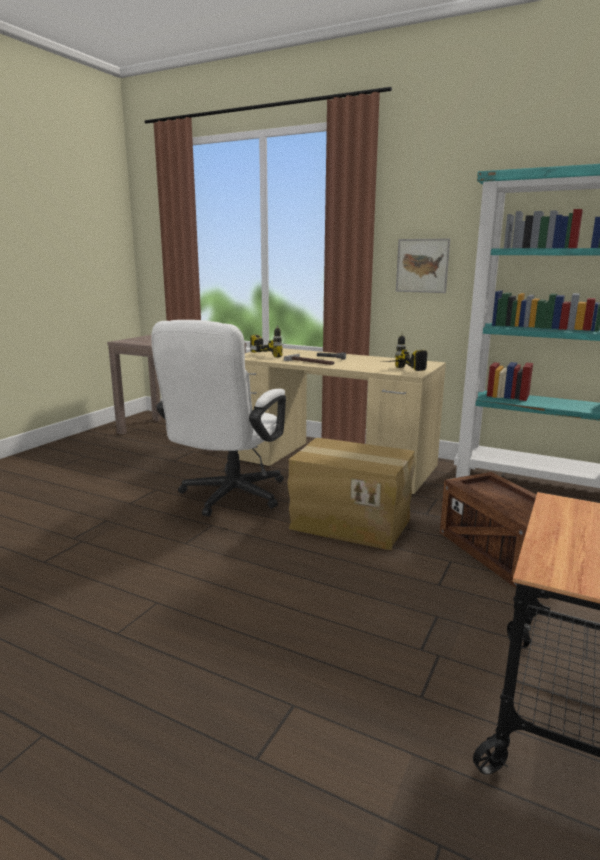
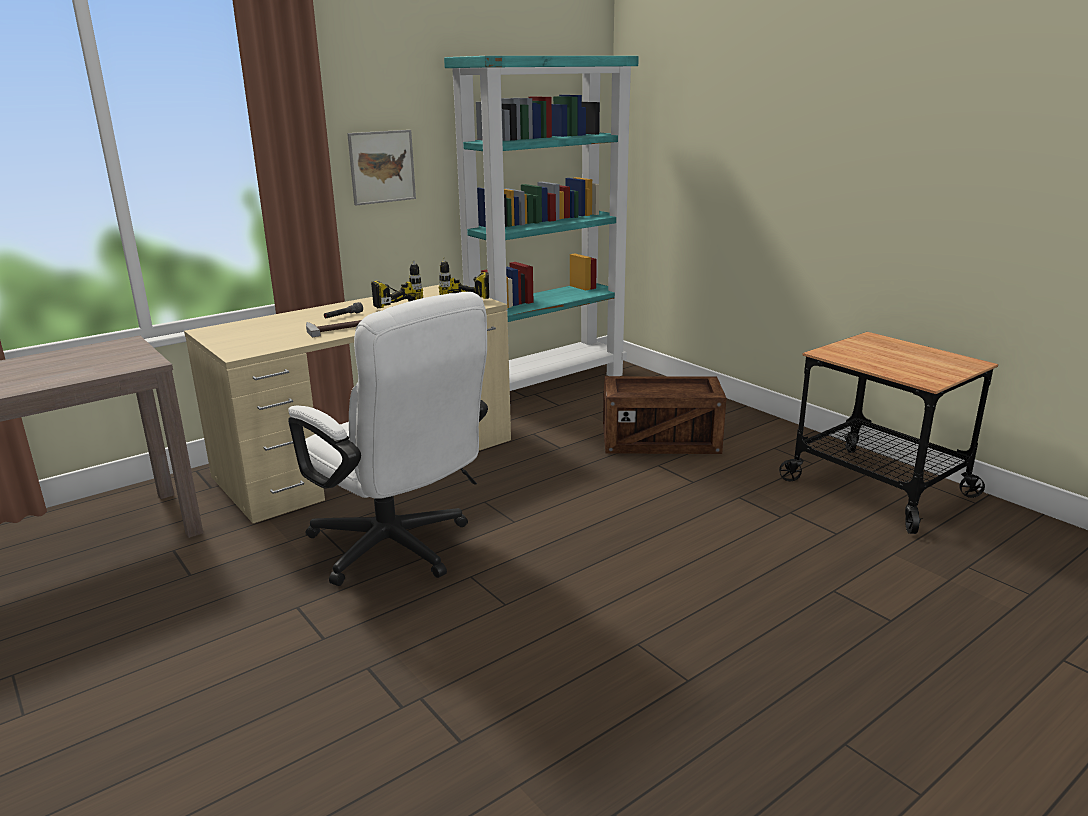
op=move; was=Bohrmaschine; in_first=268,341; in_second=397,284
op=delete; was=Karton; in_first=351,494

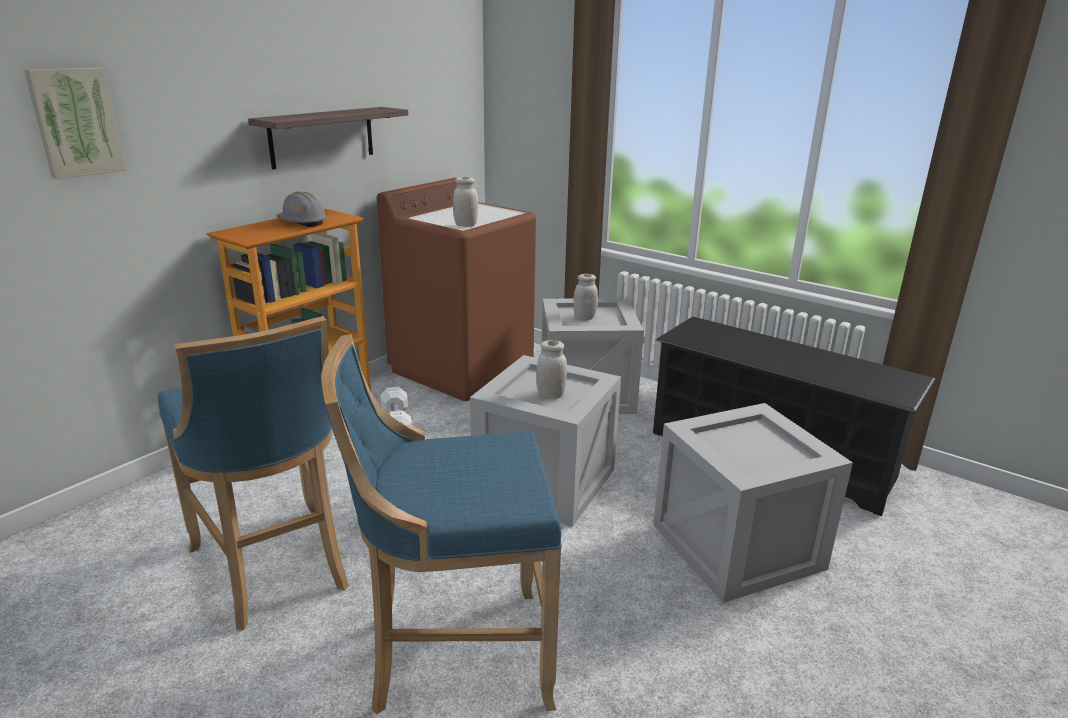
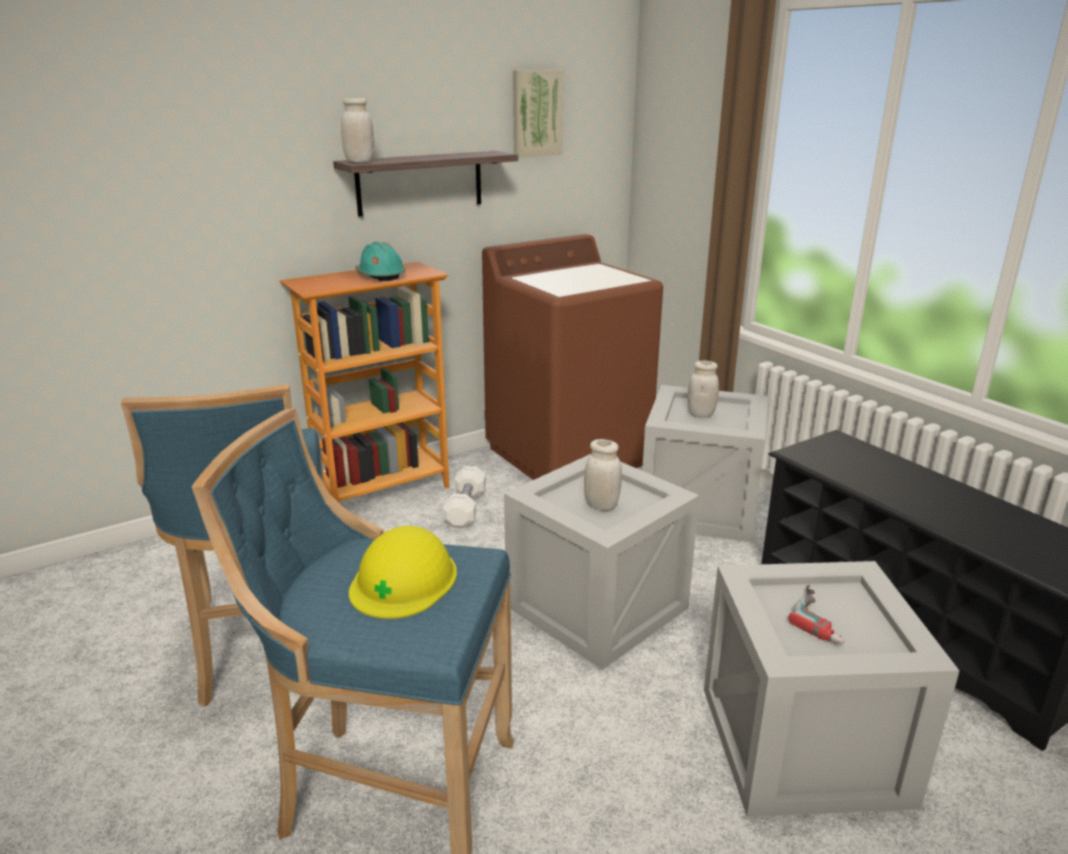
op=move; was=Bild; in_first=75,123; in_second=538,113
op=recolor; was=Schutzhelm [grau]; now=Schutzhelm [türkis]; in_first=302,209; in_second=380,261
op=move; was=Vorratsglas [weiß]; in_first=465,202; in_second=357,130
op=insert; now=Schutzhelm [gelb]; in_second=403,572
op=insert; now=Bohrmaschine; in_second=816,614

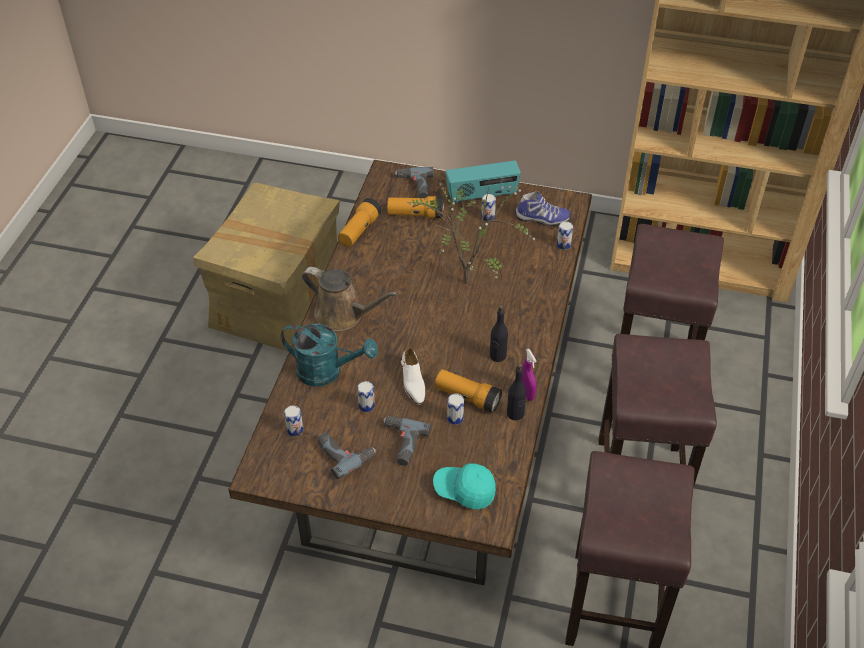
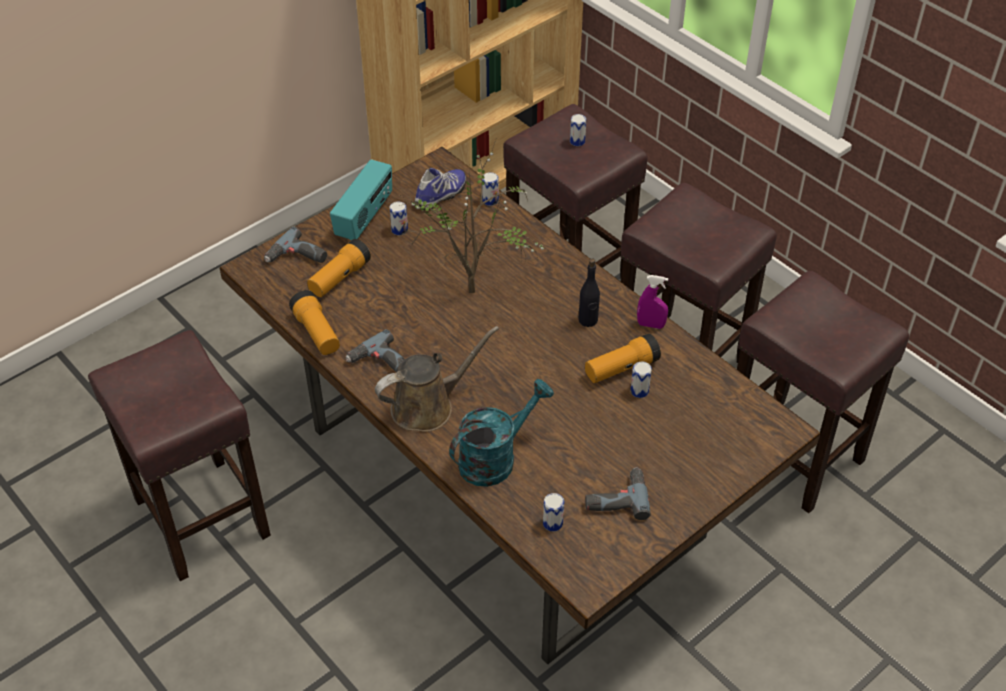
op=replace; was=Karton; now=Hocker [braun]; in_first=266,267; in_second=179,455
op=move; was=Dose; in_first=366,396; in_second=578,130
op=move; was=Bohrmaschine; in_first=407,441; in_second=375,350
op=delete; was=Schuh [weiß]; in_first=413,376
op=delete; was=Kappe [türkis]; in_first=464,486
op=delete; was=Flasche [schwarz]; in_first=516,391

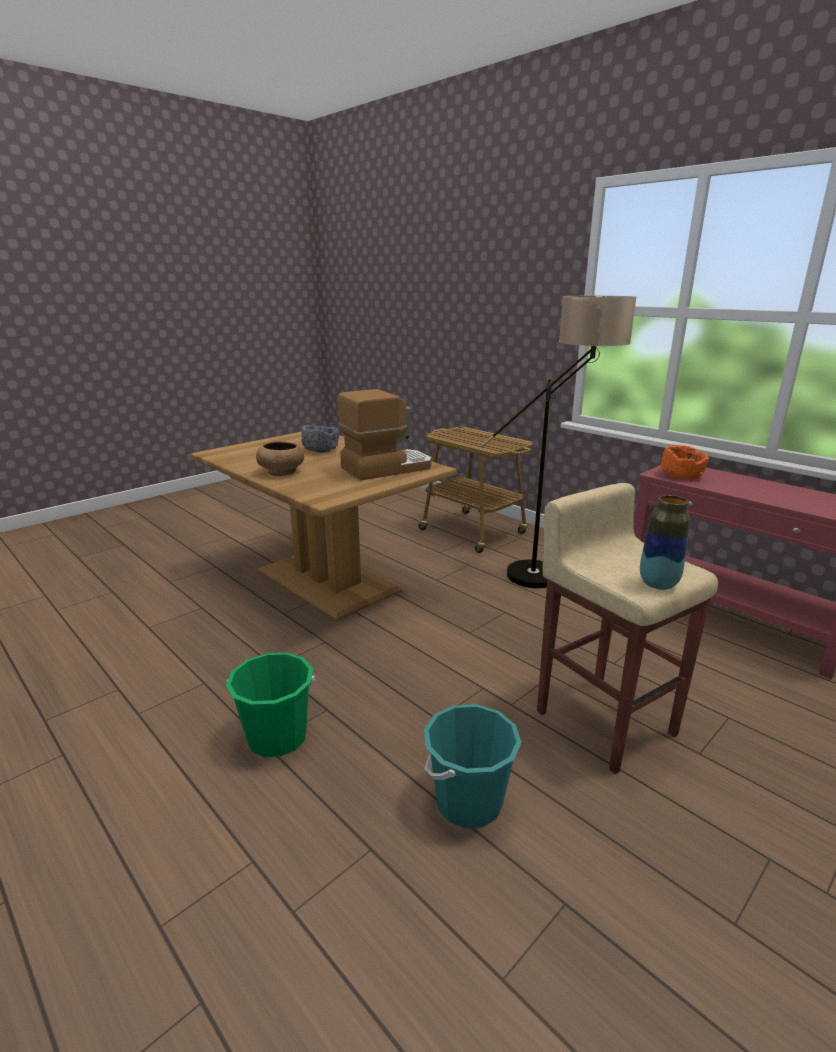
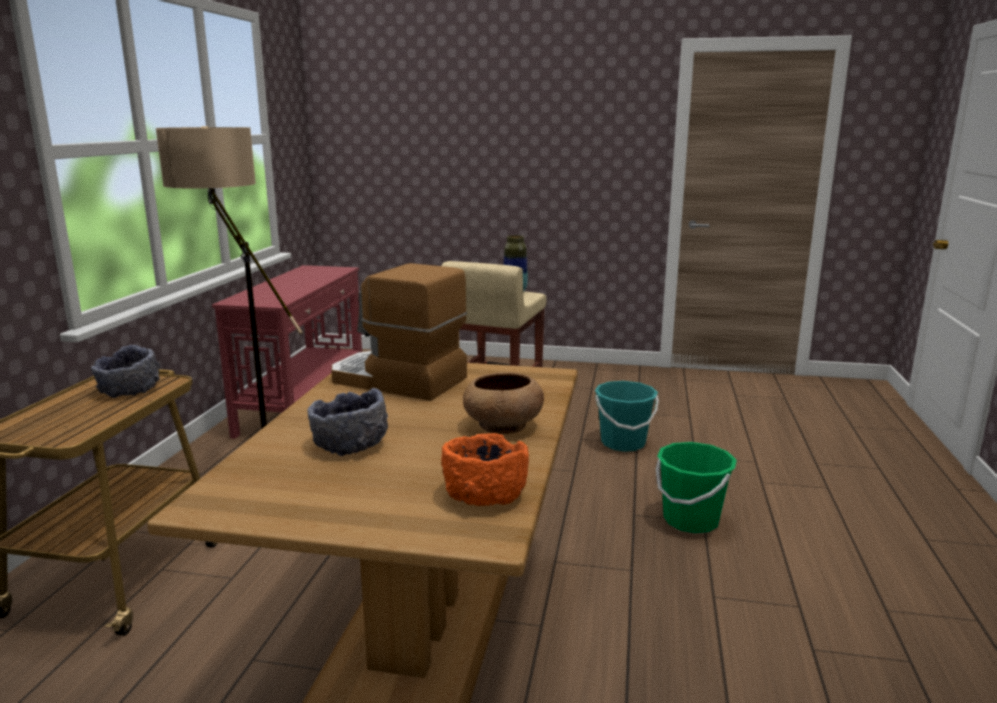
op=move; was=Schüssel [orange]; in_first=685,462; in_second=485,469
op=insert; now=Schüssel [grau]; in_second=125,371

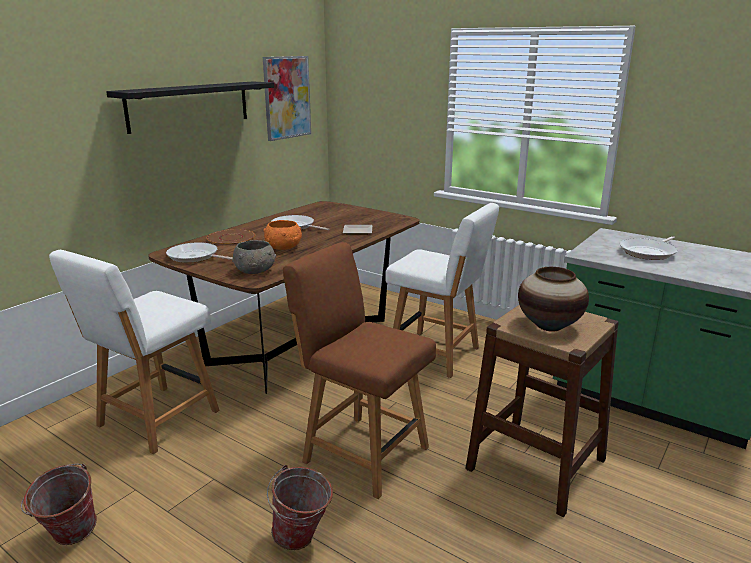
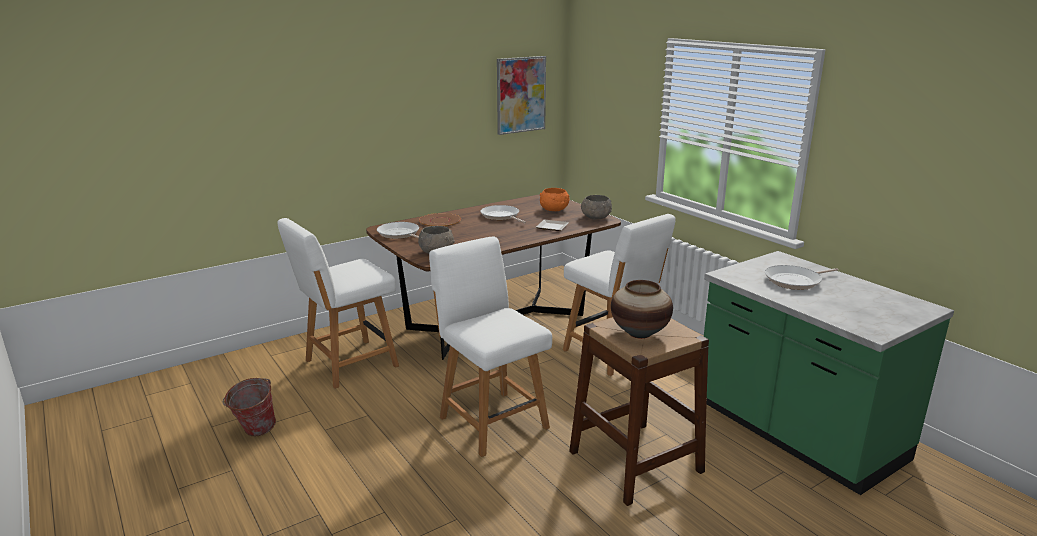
op=delete; was=Wandregal [schwarz]; in_first=190,107
op=move; was=Schüssel [orange]; in_first=282,235; in_second=554,199
op=delete; was=Eimer; in_first=300,507
op=recolor; was=Stuhl [braun]; now=Stuhl [weiß]; in_first=359,370; in_second=490,347
op=insert; now=Schüssel [grau]; in_second=596,207

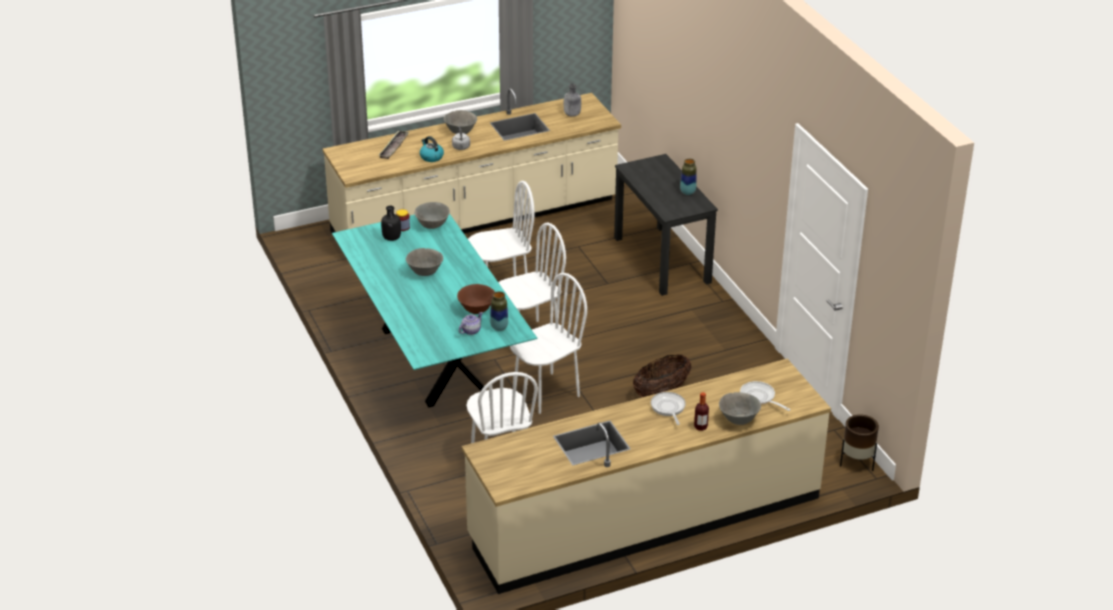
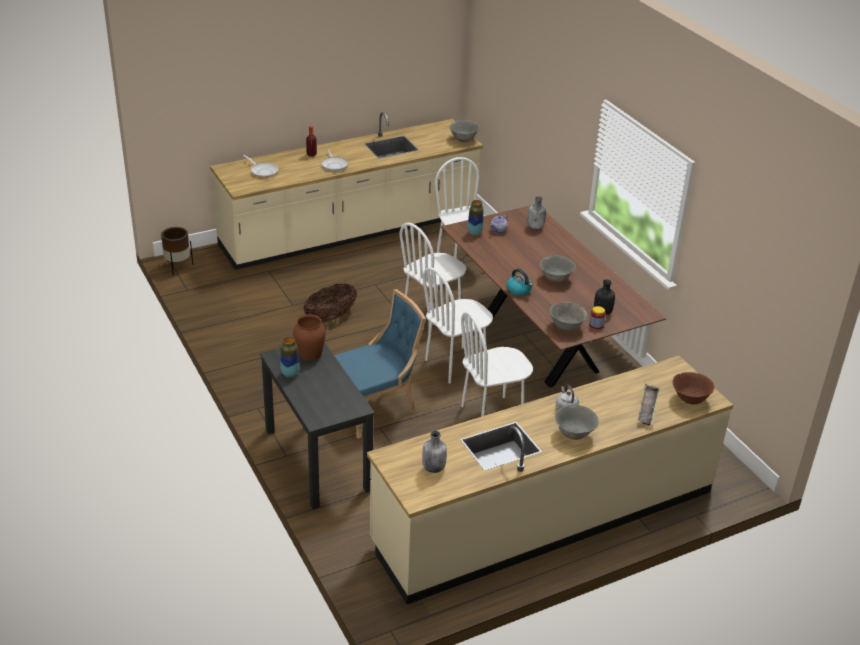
op=recolor; was=Esstisch [türkis]; now=Esstisch [braun]; in_first=434,310; in_second=553,296
op=move; was=Wasserkessel; in_first=432,149; in_second=520,282
op=move; was=Schüssel [braun]; in_first=476,299; in_second=693,388
op=move; was=Schüssel [grau]; in_first=740,408; in_second=464,131
op=insert; now=Vase [braun]; in_second=309,337
op=insert; now=Stuhl [blau]; in_second=380,364
op=insert; now=Flasche [grau]; in_second=537,212

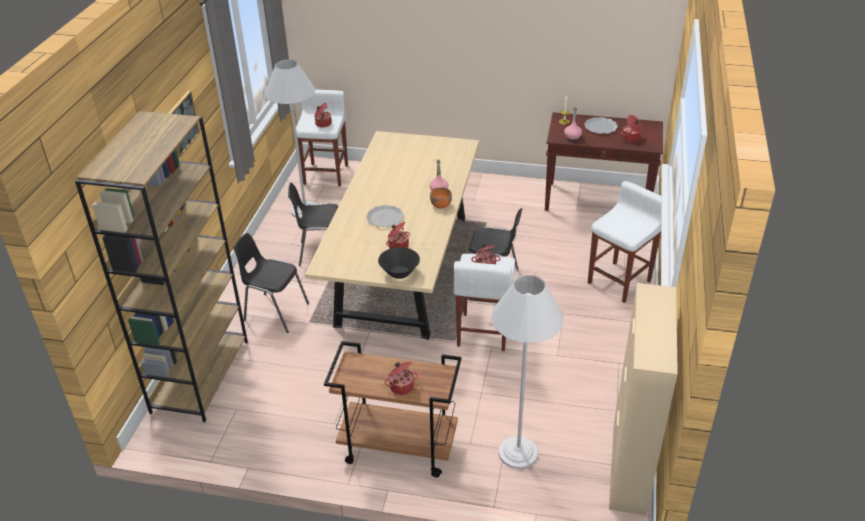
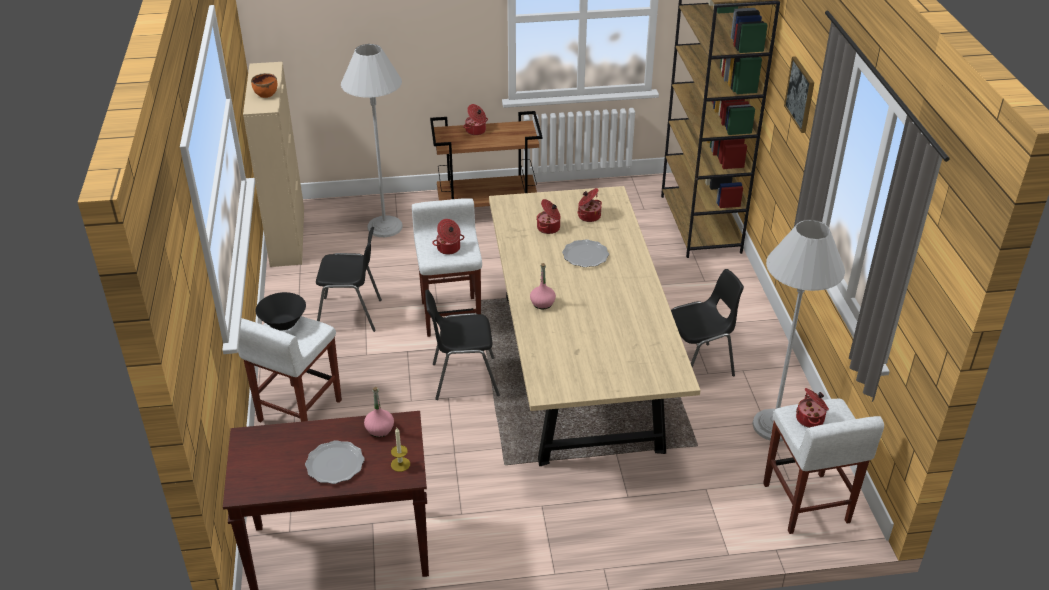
op=move; was=Stuhl [schwarz]; in_first=271,283; in_second=349,279
op=move; was=Schüssel [schwarz]; in_first=399,263; in_second=280,311
op=move; was=Schüssel [orange]; in_first=441,198; in_second=264,85
op=move; was=Kochtopf; in_first=632,128; in_second=589,205

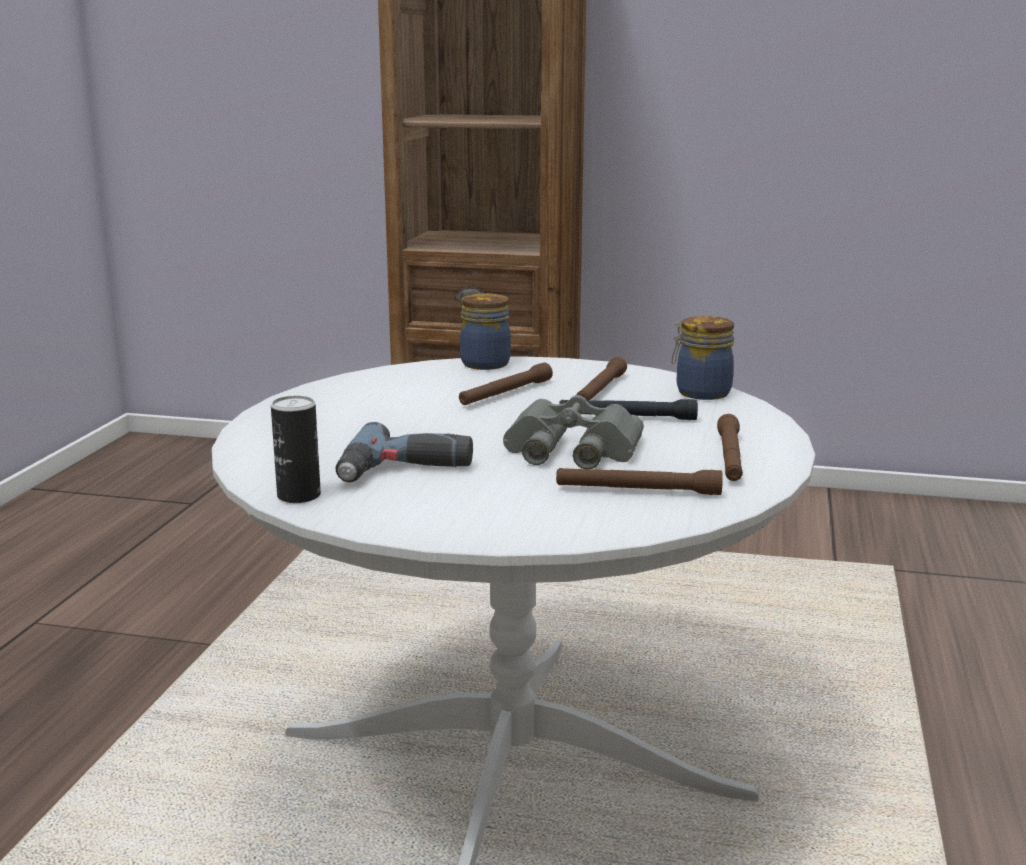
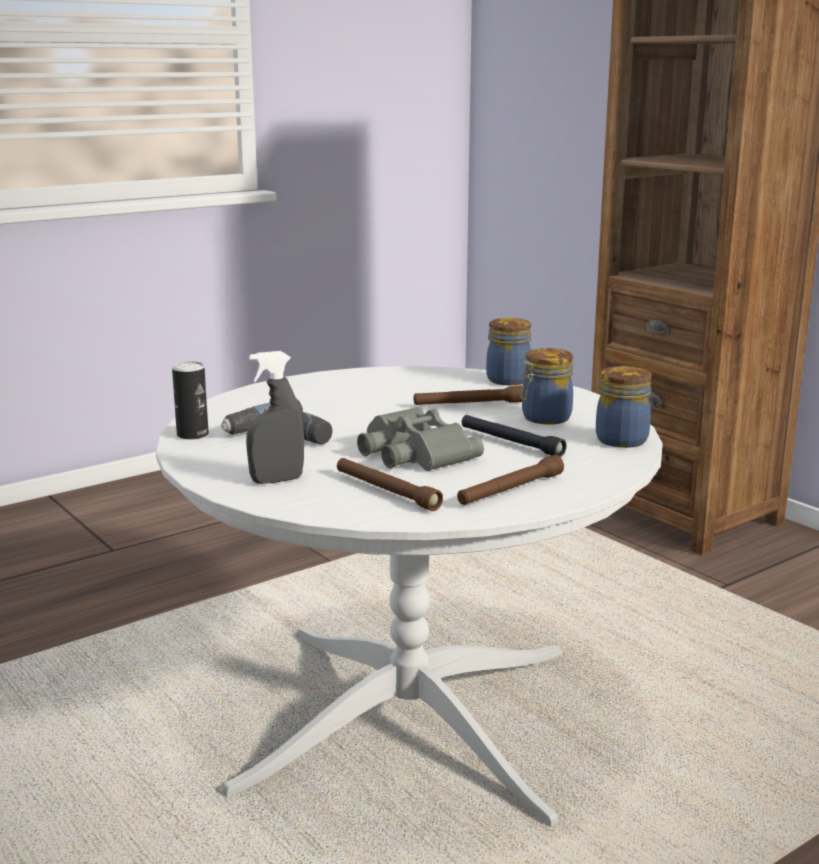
op=replace; was=Taschenlampe [braun]; now=Vorratsglas; in_first=601,378; in_second=546,386
op=insert; now=Sprühflasche [grau]; in_second=275,417

